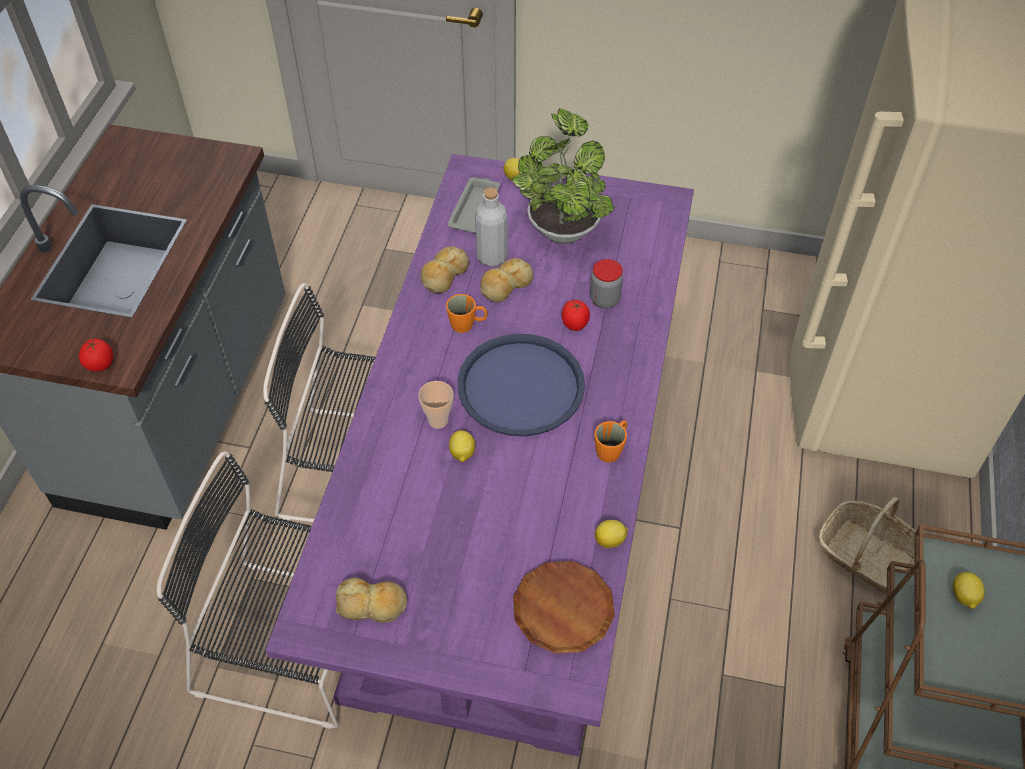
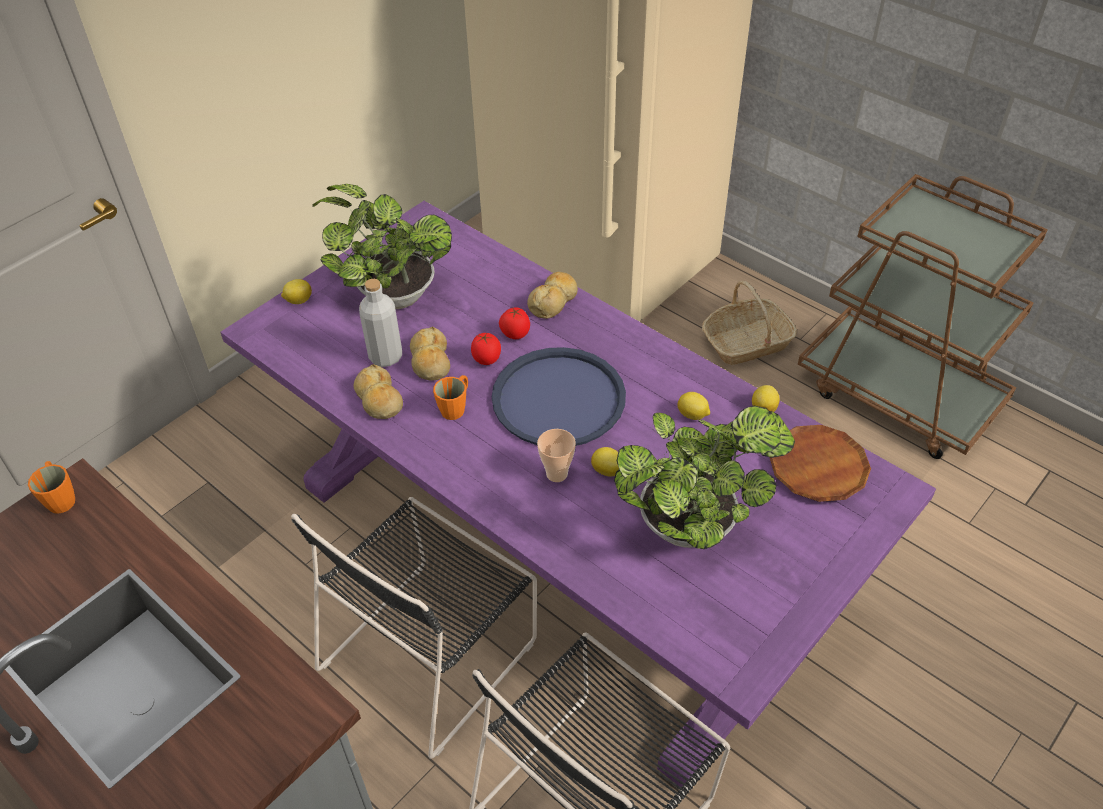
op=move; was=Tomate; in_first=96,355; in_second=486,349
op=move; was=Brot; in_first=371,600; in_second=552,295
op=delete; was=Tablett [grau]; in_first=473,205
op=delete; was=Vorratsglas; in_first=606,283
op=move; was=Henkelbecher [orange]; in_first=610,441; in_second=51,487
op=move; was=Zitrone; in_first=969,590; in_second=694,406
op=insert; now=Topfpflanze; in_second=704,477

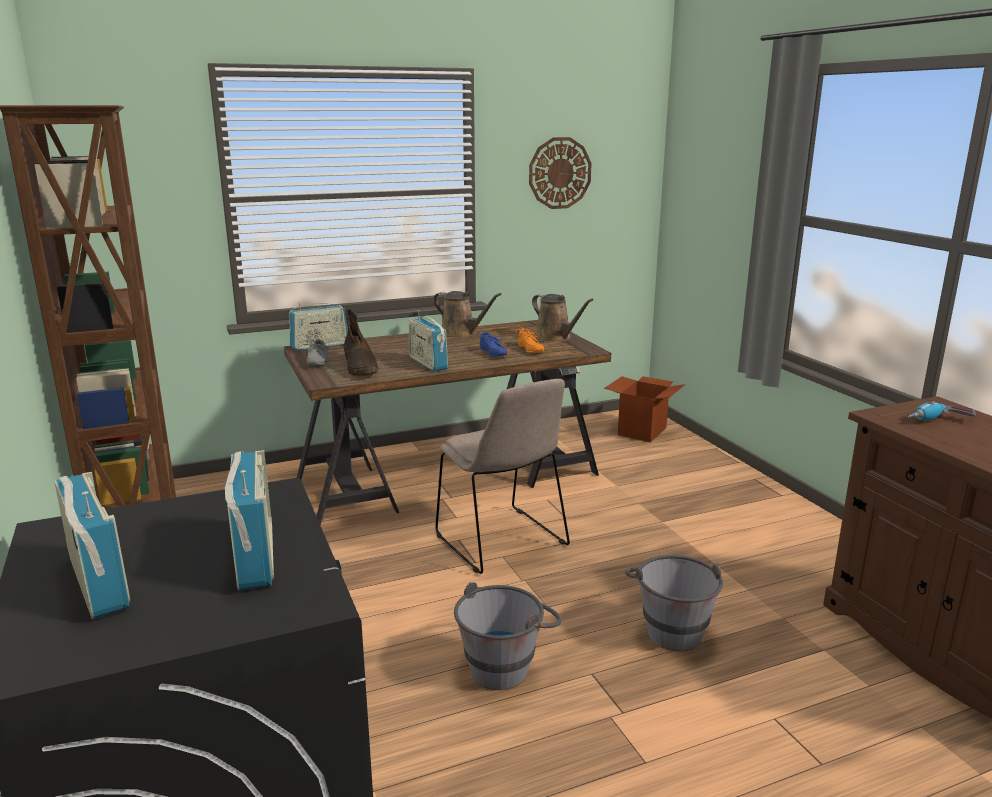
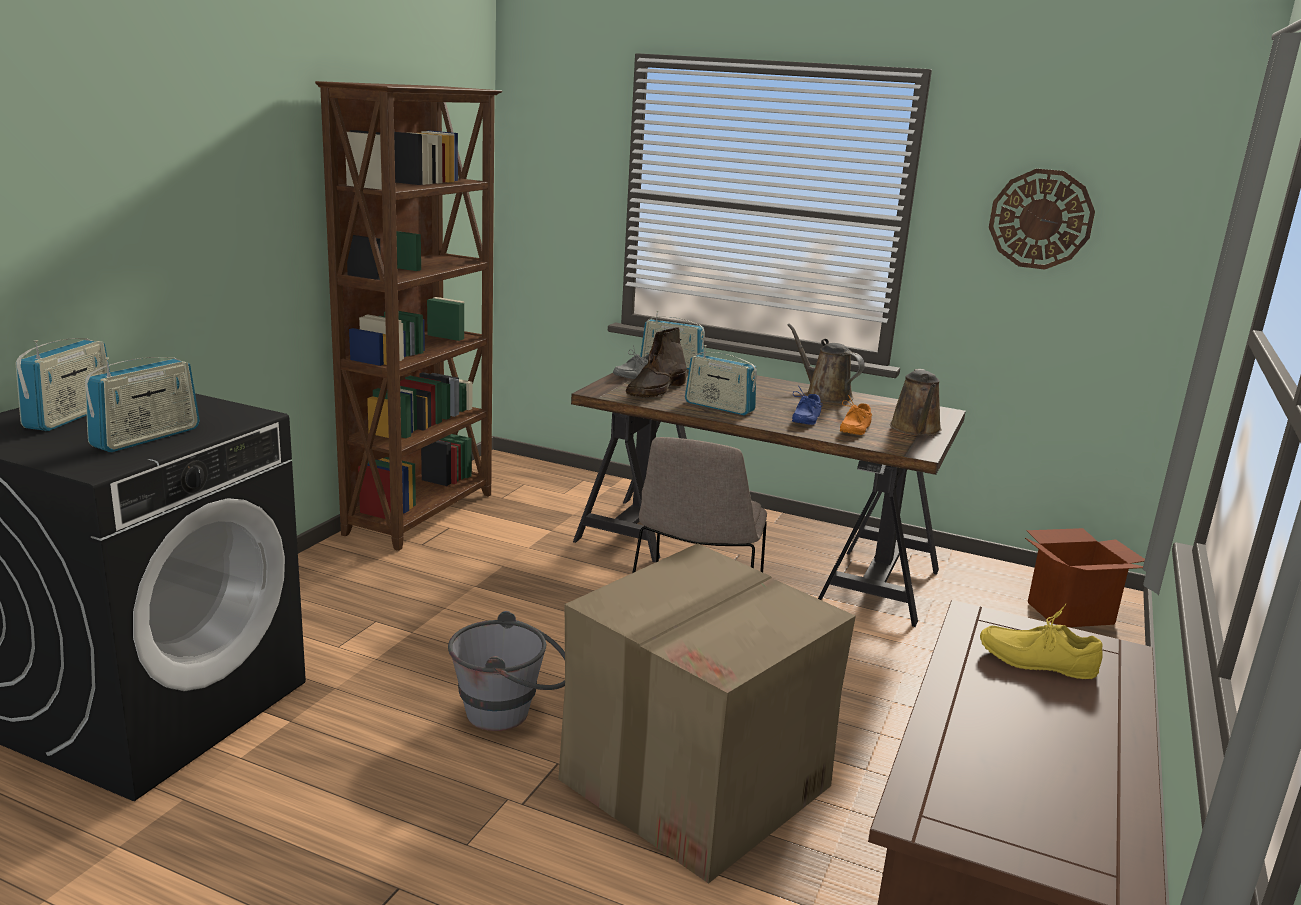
op=rotate; was=Radio; in_first=428,341; in_second=721,380; clockwise=-75
op=rotate; was=Gießkanne [braun]; in_first=467,315; in_second=826,363; clockwise=150
op=replace; was=Eimer [grau]; now=Karton; in_first=674,603; in_second=707,713
op=replace; was=Bohrmaschine; now=Schuh [gelb]; in_first=941,411; in_second=1041,641

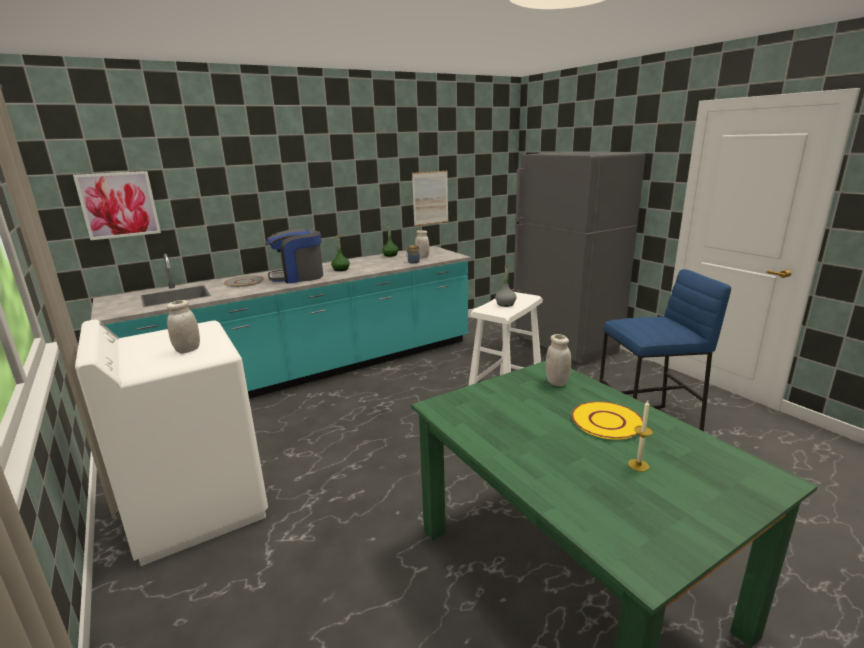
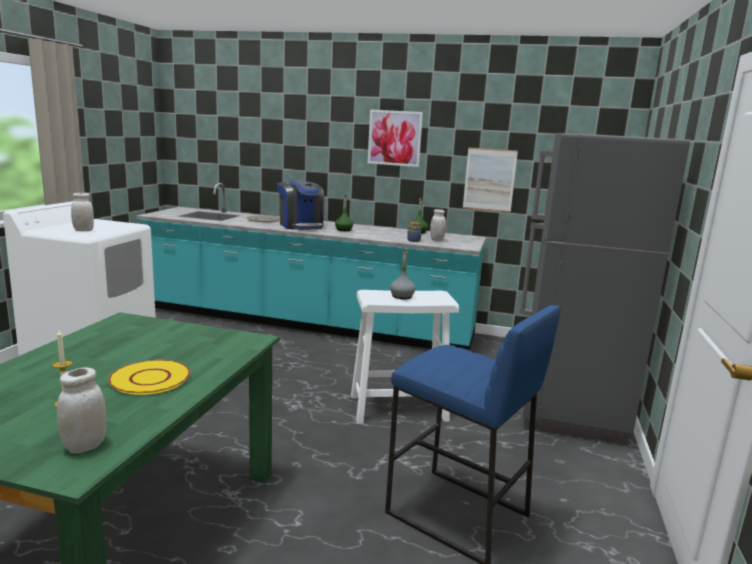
op=move; was=Bild; in_first=117,205; in_second=395,138
op=rotate; was=Kaffeemaschine; in_first=293,256; in_second=300,205; clockwise=-150
op=move; was=Vorratsglas [weiß]; in_first=558,360; in_second=82,410

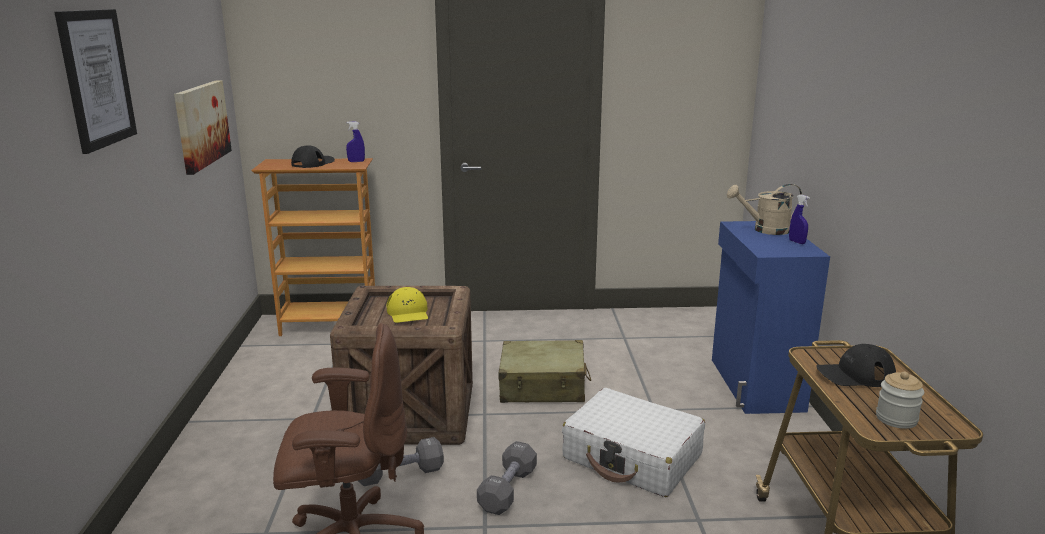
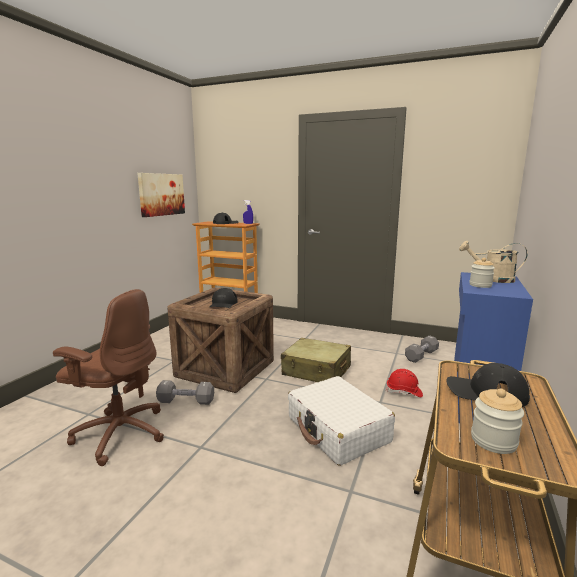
op=delete; was=Bild; in_first=96,81
op=recolor; was=Kappe [gelb]; now=Kappe [schwarz]; in_first=407,305; in_second=224,298
op=move; was=Hantel [grau]; in_first=507,478; in_second=422,349
op=delete; was=Sprühflasche [blau]; in_first=799,219
op=insert; now=Schutzhelm [rot]; in_second=404,383
op=insert; now=Vorratsglas; in_second=482,273

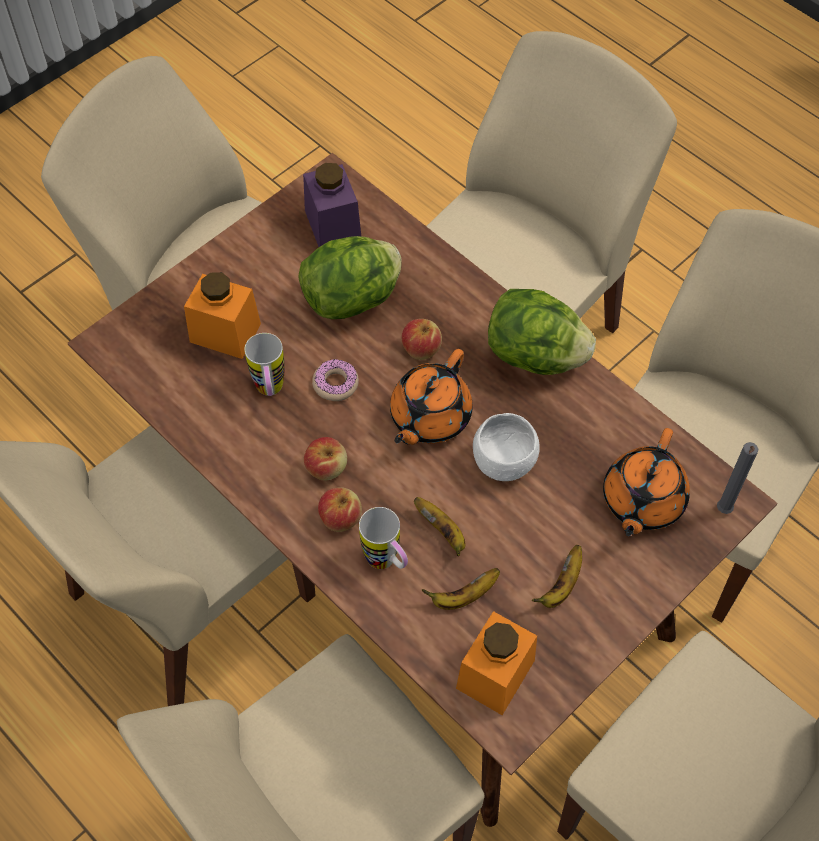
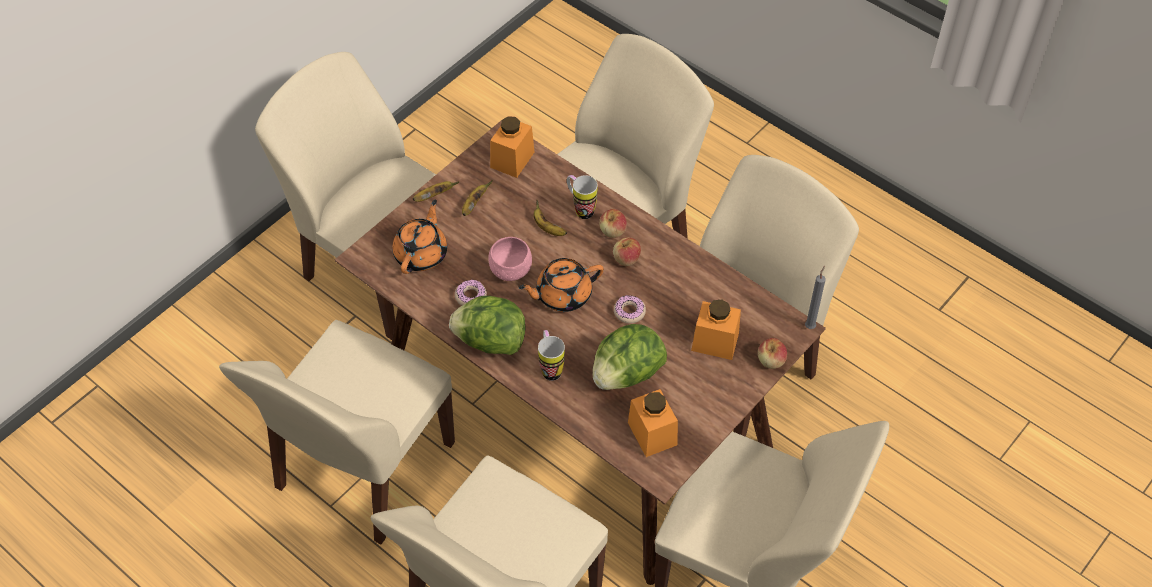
op=move; was=Henkelbecher; in_first=264,364; in_second=551,355
op=recolor; was=Vorratsglas [lila]; now=Vorratsglas [orange]; in_first=332,205; in_second=653,423
op=rotate; was=Teekanne [orange]; in_first=431,397; in_second=561,285; clockwise=-135
op=move; was=Apfel; in_first=422,339; in_second=772,353
op=move; was=Banane; in_first=460,589; in_second=436,191
op=recolor; was=Schüssel [weiß]; now=Schüssel [rosa]; in_first=506,447; in_second=510,259
op=move; was=Kerze [grau]; in_first=737,478; in_second=815,297
op=insert; now=Donut; in_second=471,293

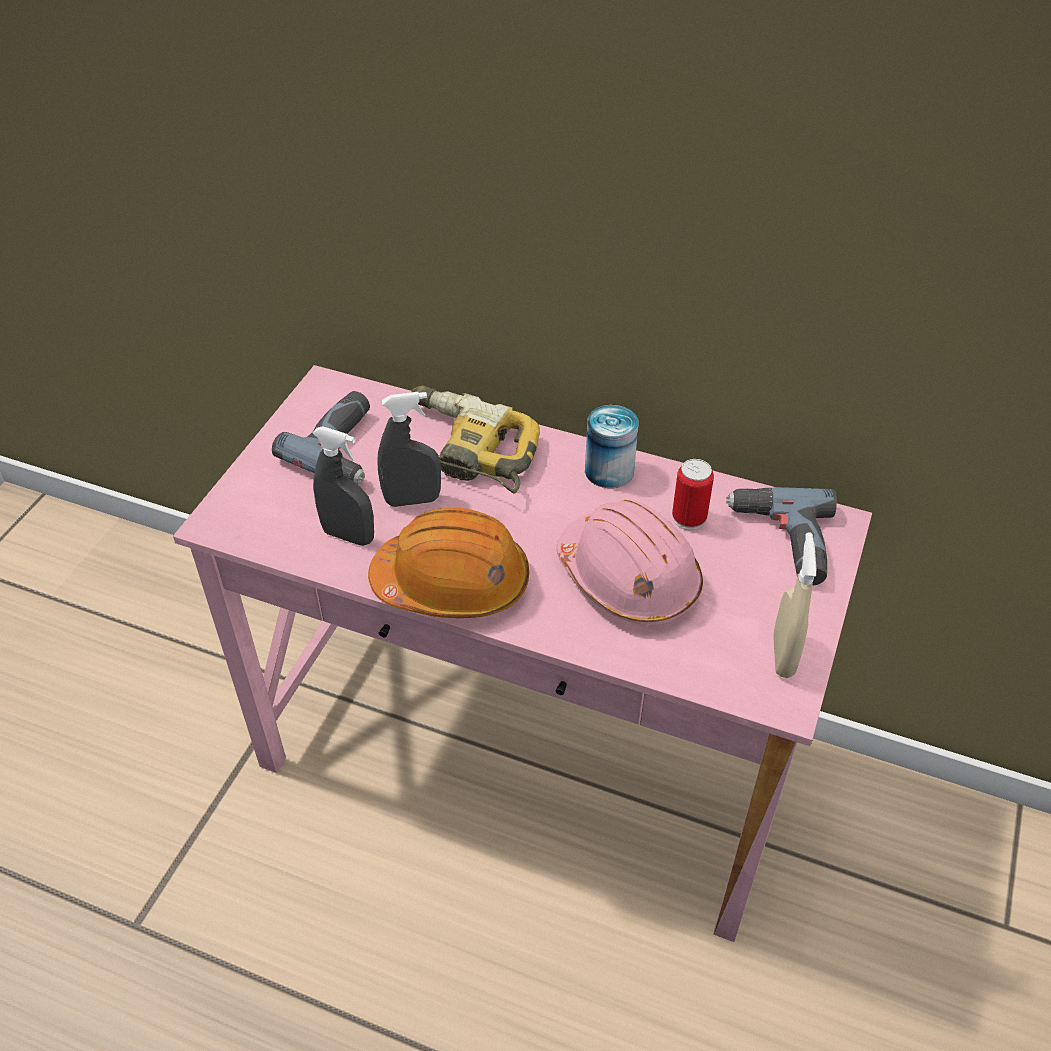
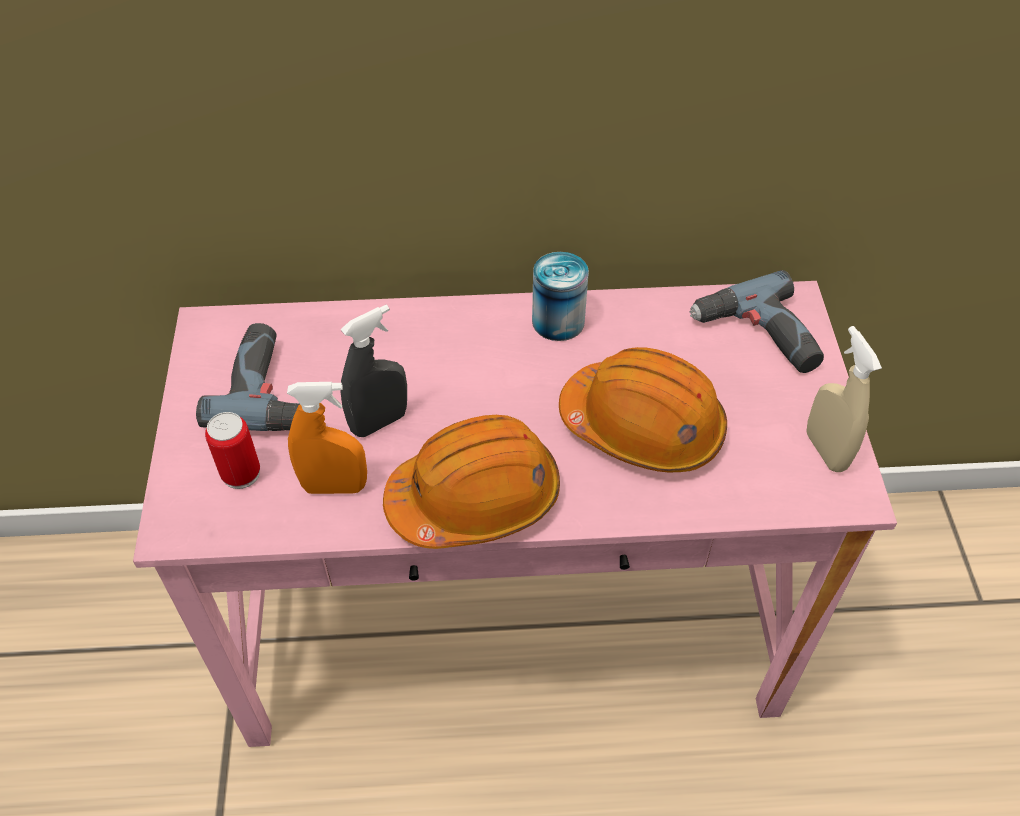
op=recolor; was=Sprühflasche [grau]; now=Sprühflasche [orange]; in_first=343,486; in_second=327,438
op=delete; was=Bohrmaschine; in_first=476,440
op=recolor; was=Schutzhelm [rosa]; now=Schutzhelm [orange]; in_first=630,562; in_second=643,409
op=move; was=Dose; in_first=693,494; in_second=232,450

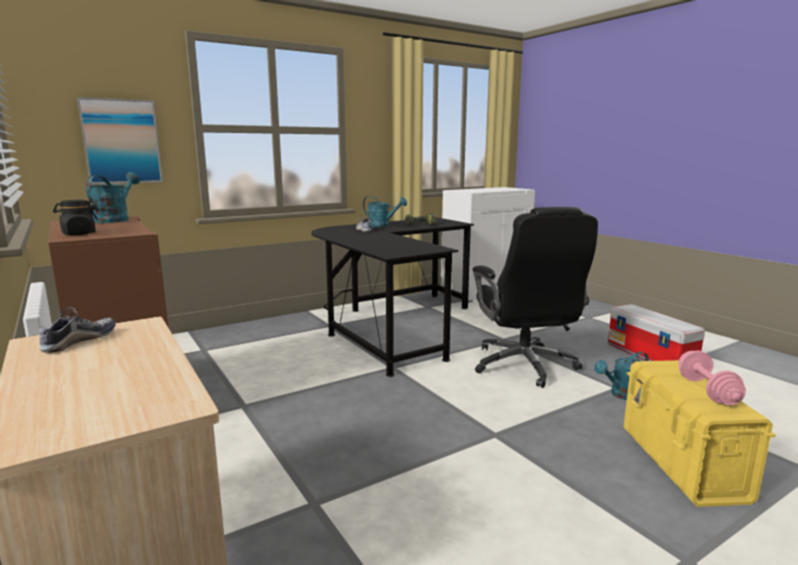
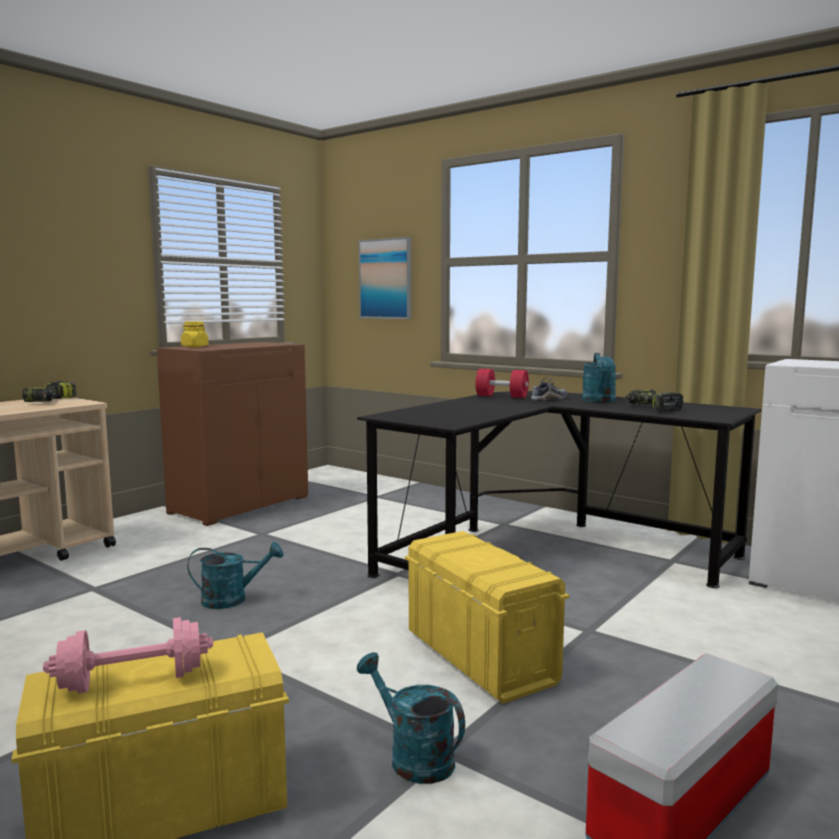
op=replace; was=Schuh; now=Bohrmaschine; in_first=77,330; in_second=49,391
op=recolor; was=Vorratsglas [schwarz]; now=Vorratsglas [gelb]; in_first=75,217; in_second=194,334
op=move; was=Gießkanne [türkis]; in_first=113,197; in_second=235,575
op=replace; was=Bürostuhl [schwarz]; now=Aufbewahrungsbox [gelb]; in_first=535,297; in_second=487,617
op=insert; now=Hantel [rot]; in_second=502,383

